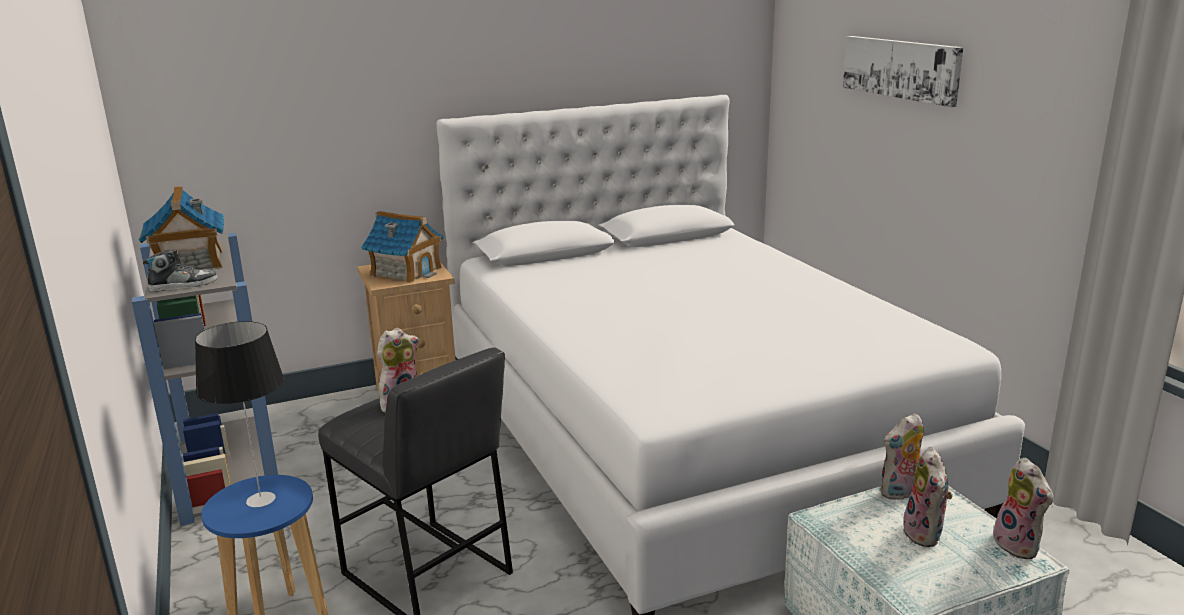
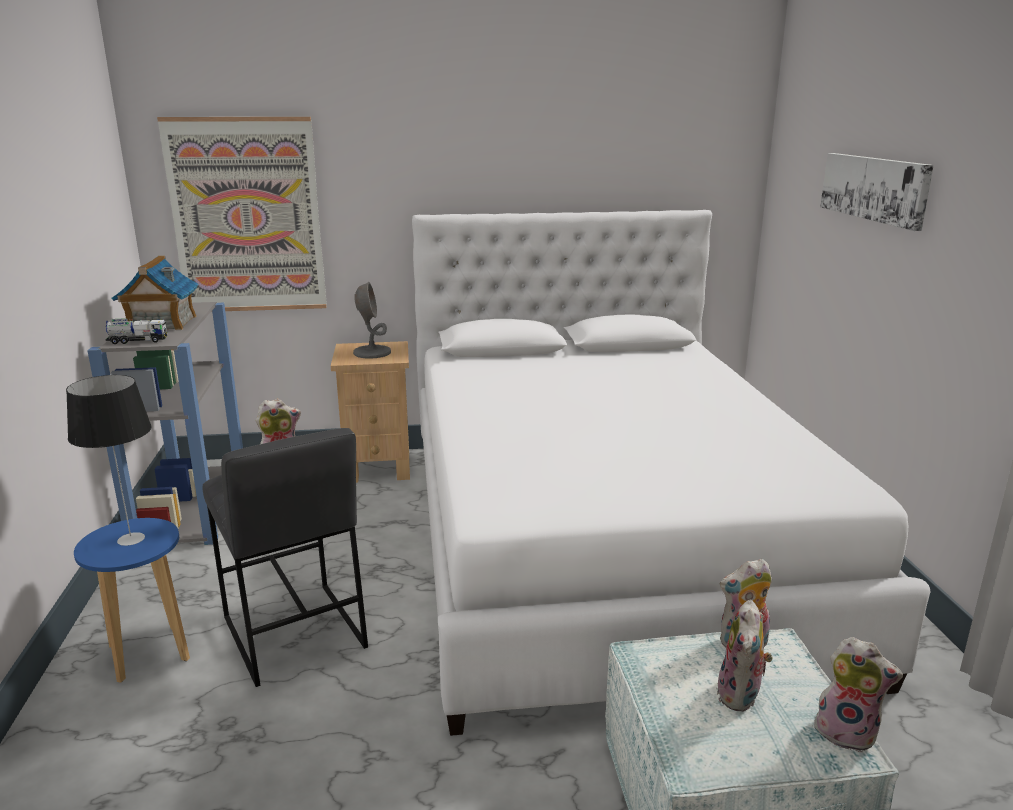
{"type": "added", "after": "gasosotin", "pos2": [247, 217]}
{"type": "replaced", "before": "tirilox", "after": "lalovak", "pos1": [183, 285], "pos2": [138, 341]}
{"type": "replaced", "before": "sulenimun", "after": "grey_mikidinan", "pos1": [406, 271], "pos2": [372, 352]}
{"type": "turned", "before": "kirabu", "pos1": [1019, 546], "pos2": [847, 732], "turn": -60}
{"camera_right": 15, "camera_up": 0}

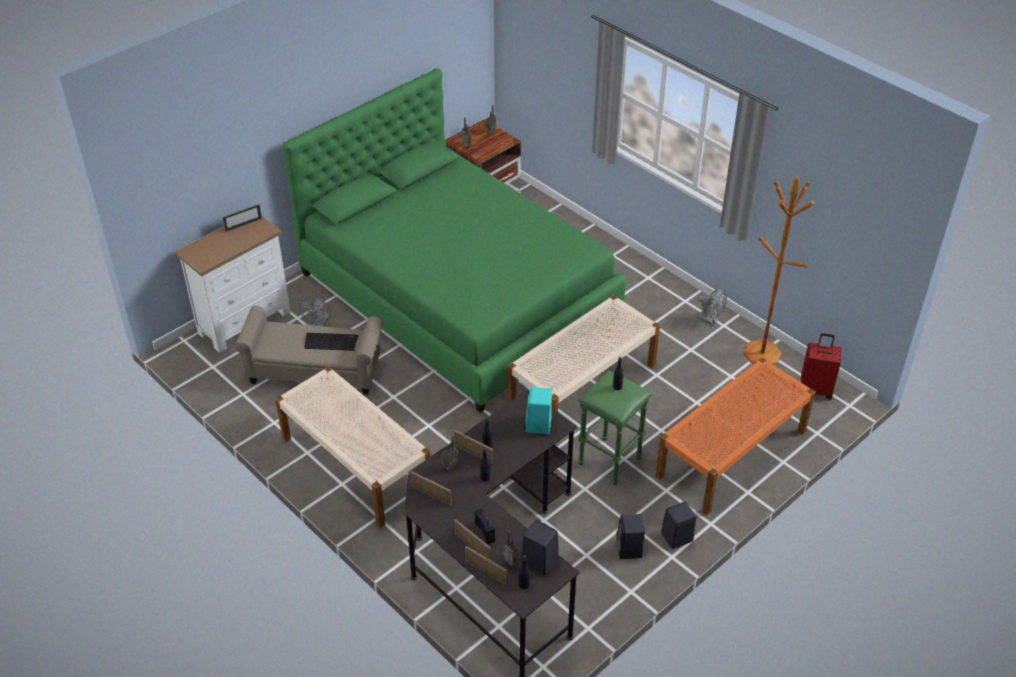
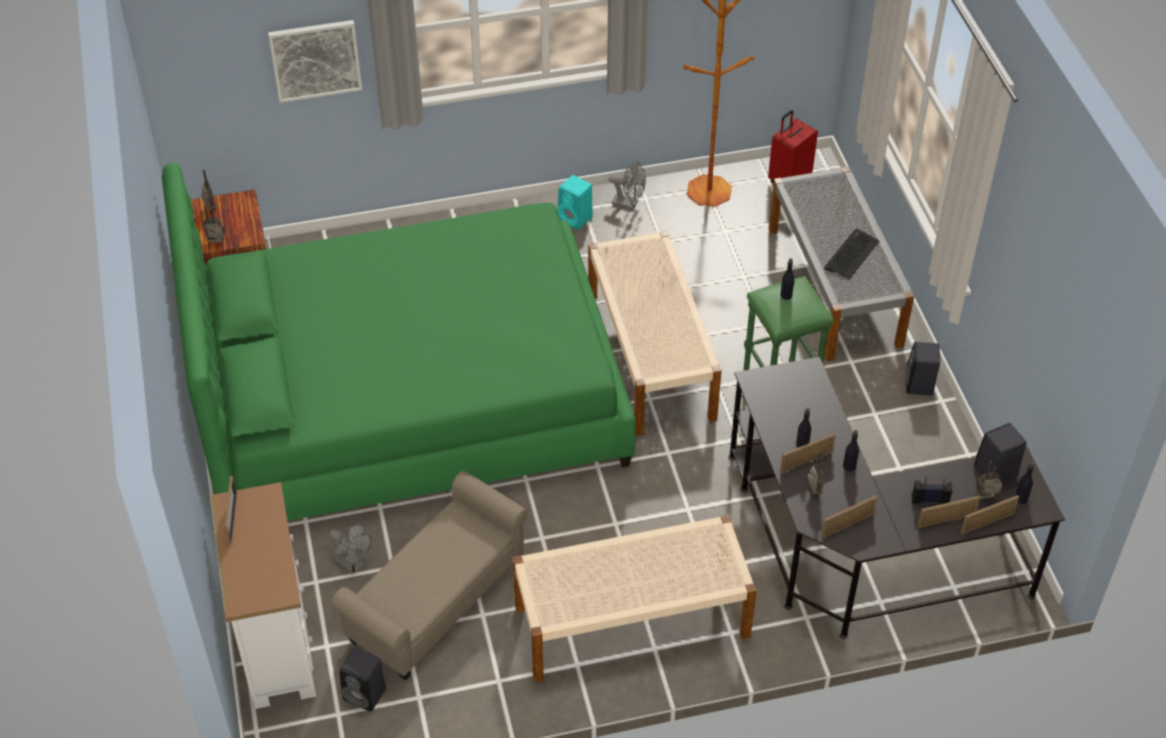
{"type": "added", "after": "gasosotin", "pos2": [315, 59]}
{"type": "moved", "before": "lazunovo", "pos1": [331, 342], "pos2": [851, 255]}
{"type": "moved", "before": "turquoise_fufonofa", "pos1": [539, 425], "pos2": [576, 219]}
{"type": "moved", "before": "black_fufonofa", "pos1": [629, 550], "pos2": [366, 694]}
{"type": "recoloured", "before": "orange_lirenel", "after": "grey_lirenel", "pos1": [732, 454], "pos2": [835, 286]}
{"type": "turned", "before": "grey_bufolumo", "pos1": [710, 320], "pos2": [629, 204], "turn": 45}
{"camera_right": -60, "camera_up": 5}

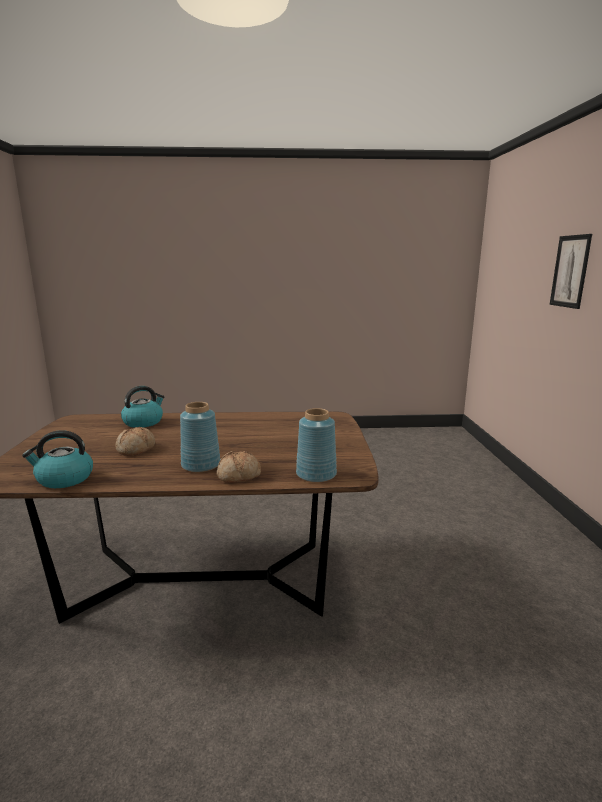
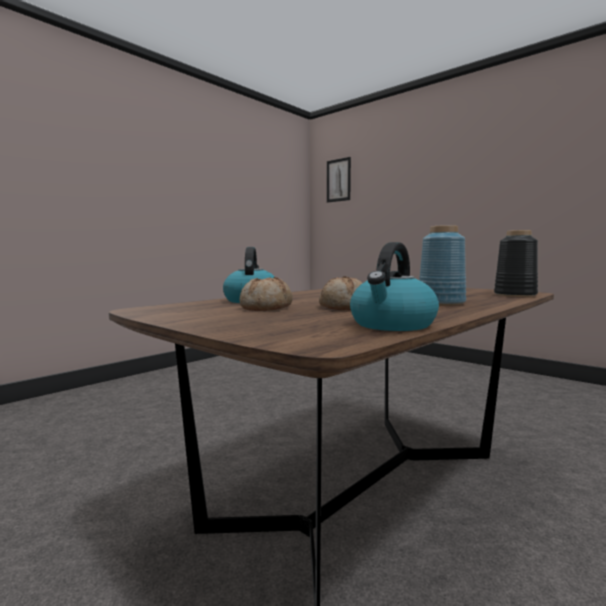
{"type": "moved", "before": "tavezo", "pos1": [238, 476], "pos2": [267, 308]}
{"type": "moved", "before": "gasosotin", "pos1": [570, 271], "pos2": [338, 180]}
{"type": "recoloured", "before": "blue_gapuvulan", "after": "black_gapuvulan", "pos1": [315, 474], "pos2": [514, 295]}
{"camera_right": -45, "camera_up": -10}

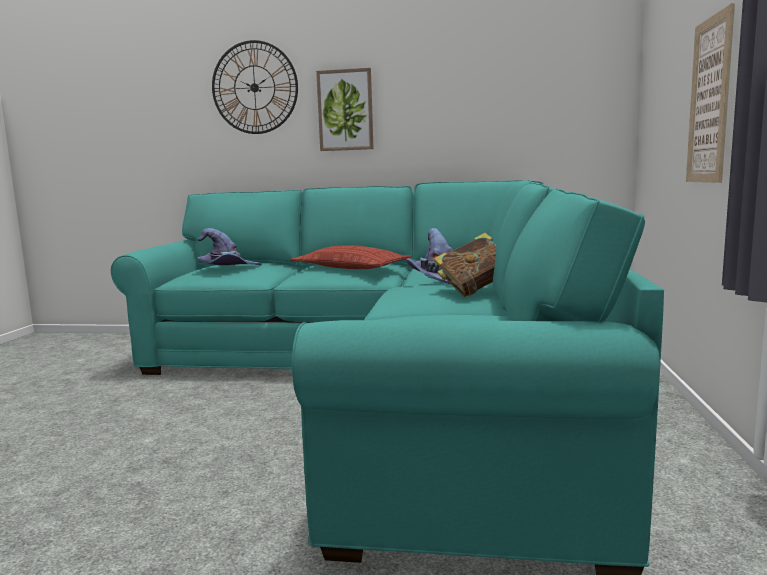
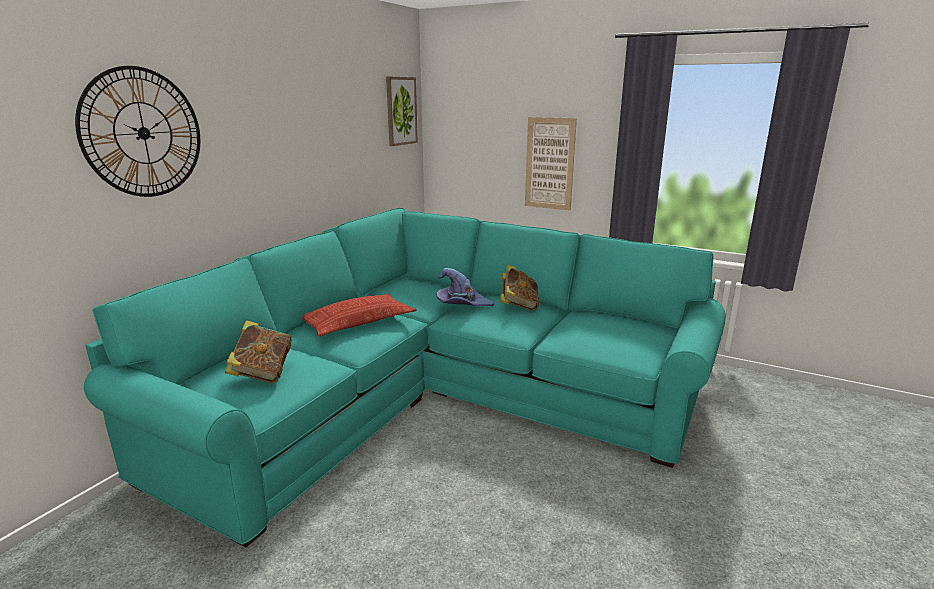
{"type": "moved", "before": "gasosotin", "pos1": [345, 110], "pos2": [401, 111]}
{"type": "replaced", "before": "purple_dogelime", "after": "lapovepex", "pos1": [227, 268], "pos2": [262, 373]}
{"camera_right": -70, "camera_up": 10}

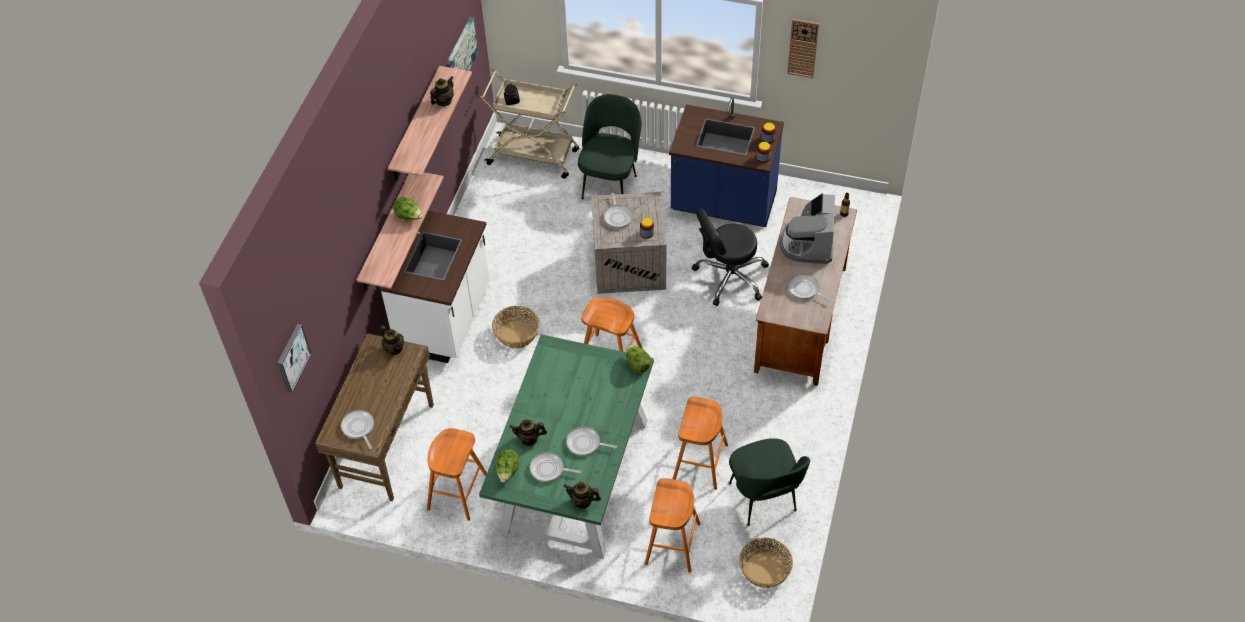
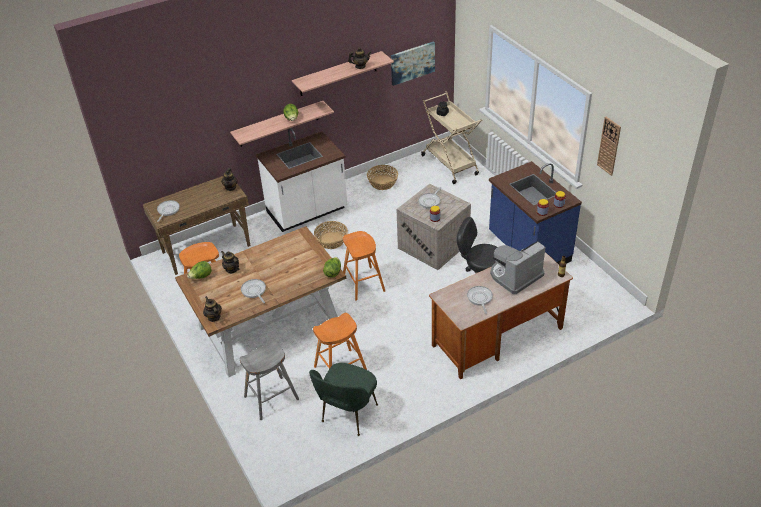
{"type": "removed", "before": "gasosotin", "pos1": [292, 357]}
{"type": "removed", "before": "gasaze", "pos1": [549, 469]}
{"type": "removed", "before": "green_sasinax", "pos1": [611, 184]}
{"type": "moved", "before": "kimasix", "pos1": [765, 570], "pos2": [382, 183]}
{"type": "recoloured", "before": "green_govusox", "after": "brown_govusox", "pos1": [574, 476], "pos2": [269, 326]}
{"type": "recoloured", "before": "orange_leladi", "after": "grey_leladi", "pos1": [672, 543], "pos2": [271, 398]}
{"camera_right": 45, "camera_up": -10}

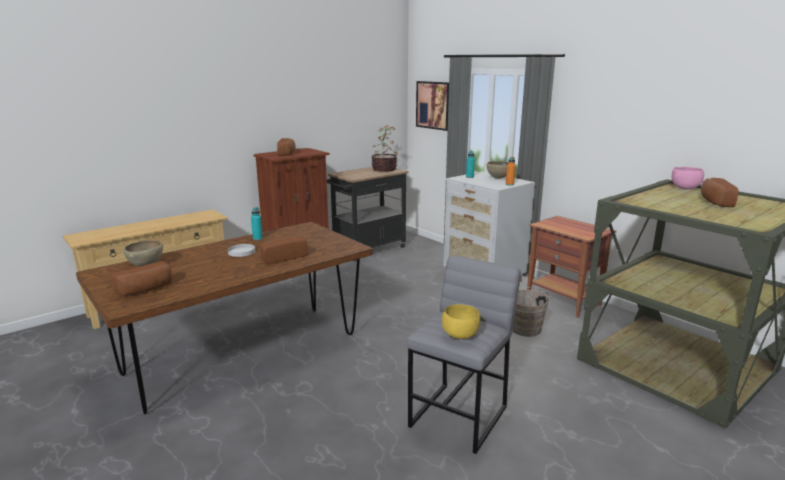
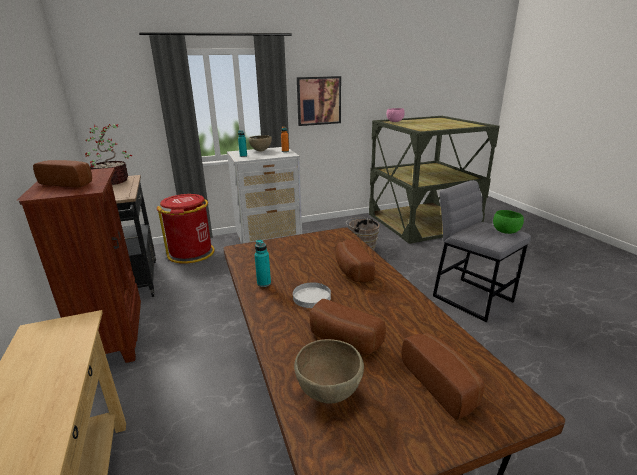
{"type": "removed", "before": "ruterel", "pos1": [564, 301]}
{"type": "added", "after": "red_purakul", "pos2": [191, 253]}
{"type": "moved", "before": "gasosotin", "pos1": [433, 105], "pos2": [318, 101]}
{"type": "moved", "before": "tavezo", "pos1": [713, 201], "pos2": [342, 341]}
{"type": "recoloured", "before": "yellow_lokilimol", "after": "green_lokilimol", "pos1": [460, 335], "pos2": [505, 232]}
{"camera_right": -70, "camera_up": 5}

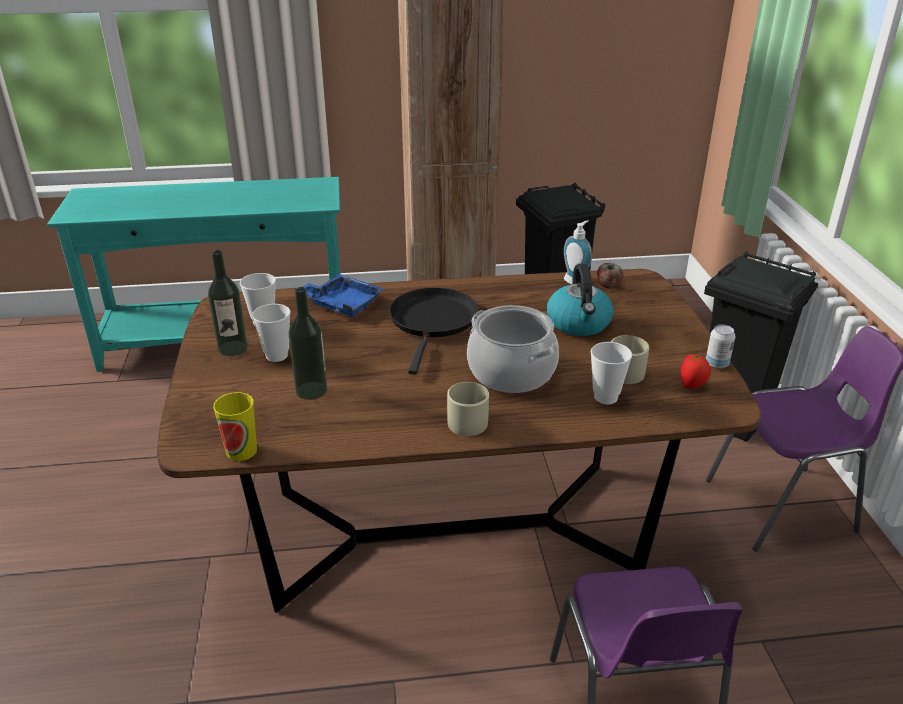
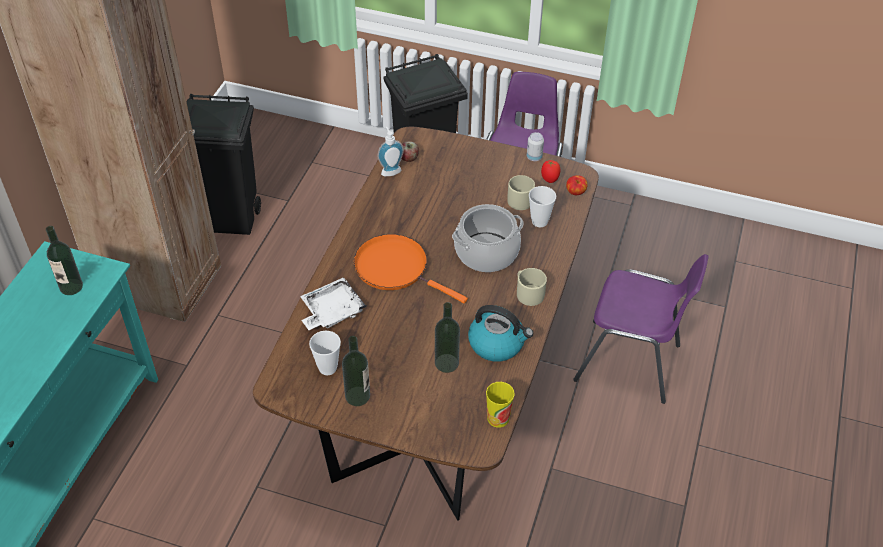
{"type": "removed", "before": "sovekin", "pos1": [277, 356]}
{"type": "added", "after": "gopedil", "pos2": [71, 287]}
{"type": "added", "after": "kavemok", "pos2": [575, 192]}
{"type": "moved", "before": "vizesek", "pos1": [579, 323], "pos2": [497, 344]}
{"type": "recoloured", "before": "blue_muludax", "after": "white_muludax", "pos1": [342, 304], "pos2": [331, 311]}
{"type": "recoloured", "before": "black_gasaze", "after": "orange_gasaze", "pos1": [433, 322], "pos2": [396, 268]}
{"camera_right": -65, "camera_up": 15}

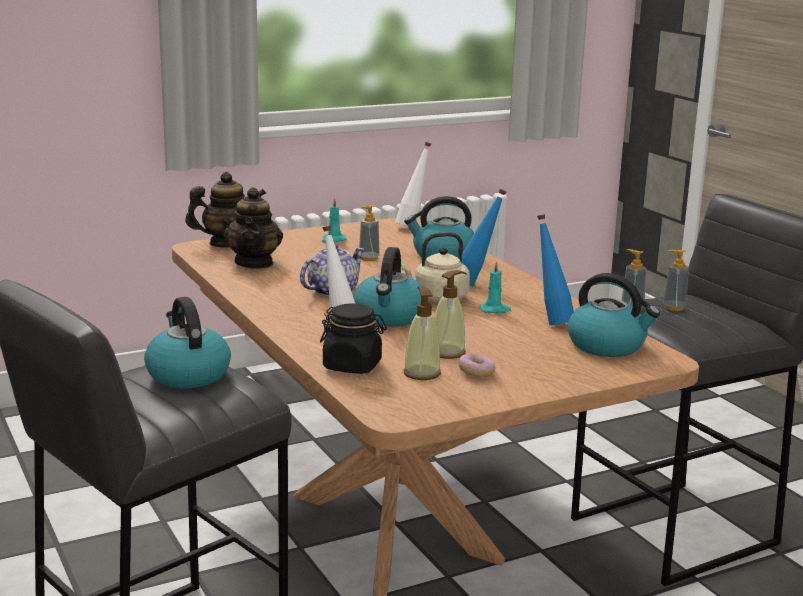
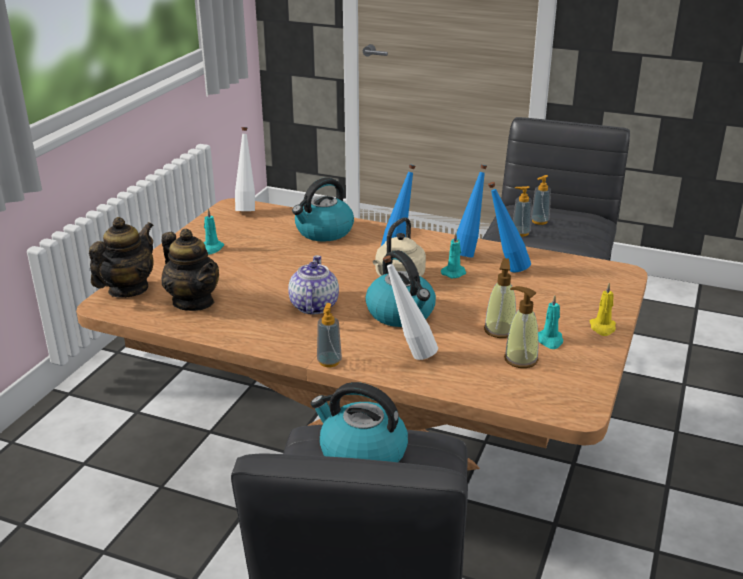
{"type": "removed", "before": "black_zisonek", "pos1": [352, 366]}
{"type": "removed", "before": "vizesek", "pos1": [607, 345]}
{"type": "added", "after": "blue_gopedil", "pos2": [469, 253]}
{"type": "added", "after": "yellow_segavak", "pos2": [602, 328]}
{"type": "moved", "before": "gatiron", "pos1": [369, 258], "pos2": [329, 362]}
{"type": "replaced", "before": "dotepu", "after": "turquoise_segavak", "pos1": [476, 373], "pos2": [550, 340]}
{"camera_right": -40, "camera_up": 10}

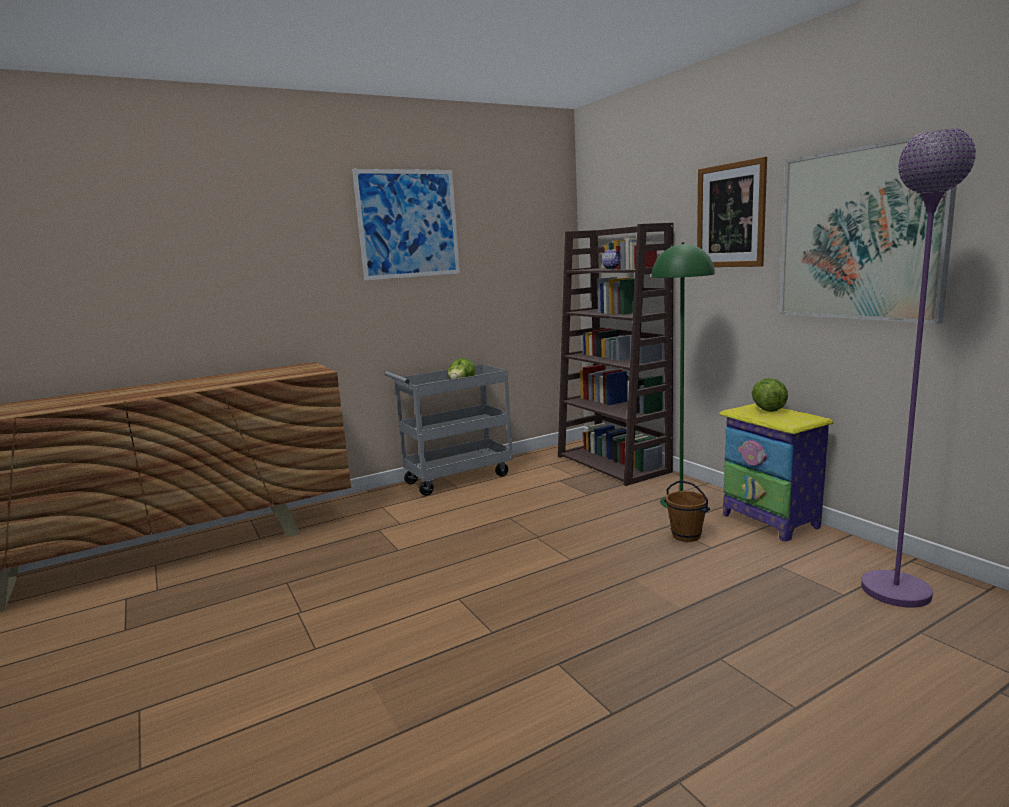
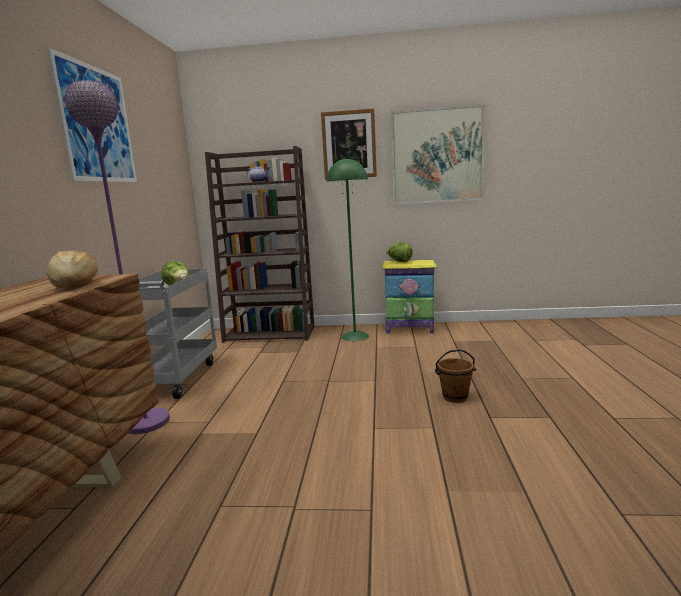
{"type": "added", "after": "tavezo", "pos2": [74, 285]}
{"type": "moved", "before": "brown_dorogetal", "pos1": [686, 536], "pos2": [455, 397]}
{"type": "moved", "before": "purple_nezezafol", "pos1": [895, 590], "pos2": [146, 422]}
{"camera_right": -55, "camera_up": 0}

